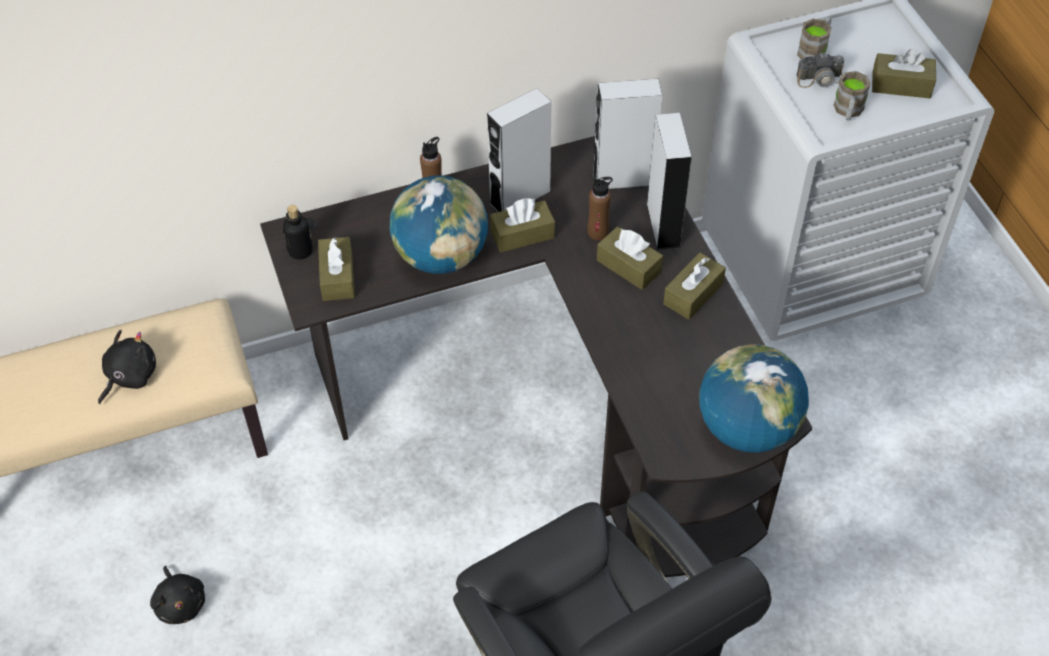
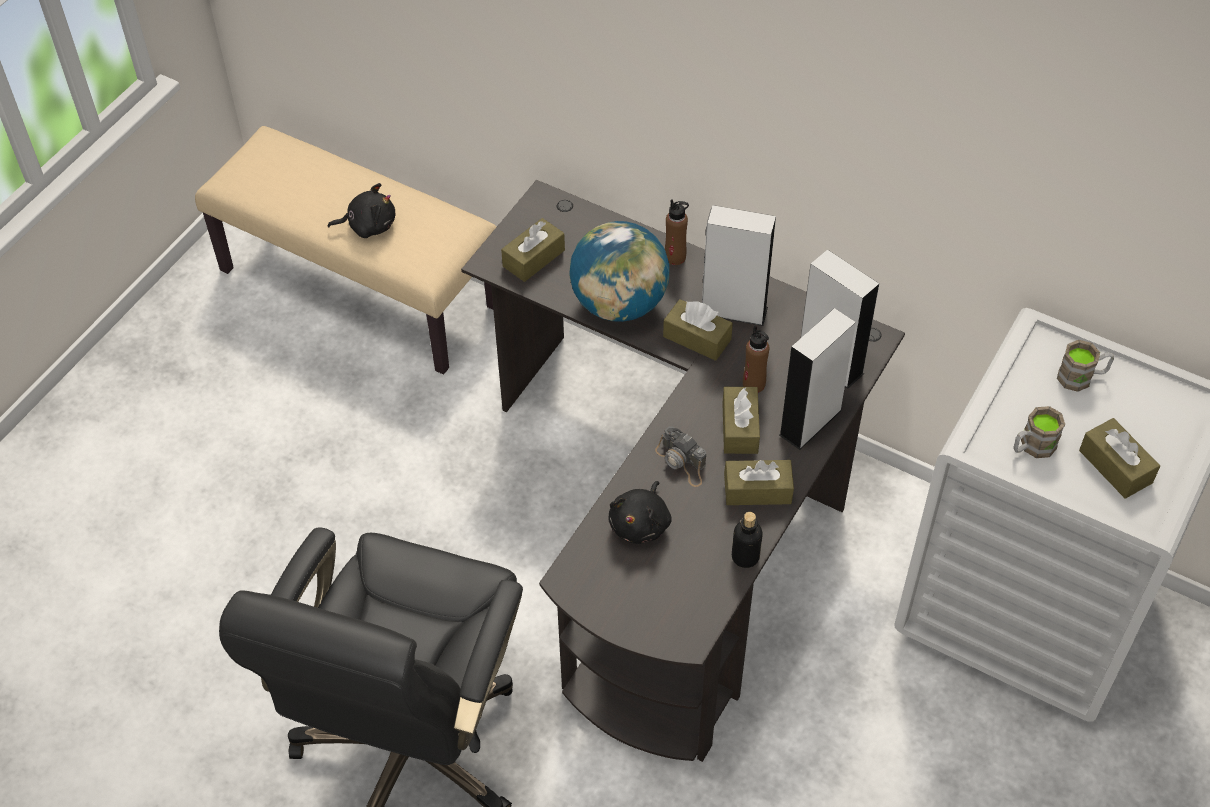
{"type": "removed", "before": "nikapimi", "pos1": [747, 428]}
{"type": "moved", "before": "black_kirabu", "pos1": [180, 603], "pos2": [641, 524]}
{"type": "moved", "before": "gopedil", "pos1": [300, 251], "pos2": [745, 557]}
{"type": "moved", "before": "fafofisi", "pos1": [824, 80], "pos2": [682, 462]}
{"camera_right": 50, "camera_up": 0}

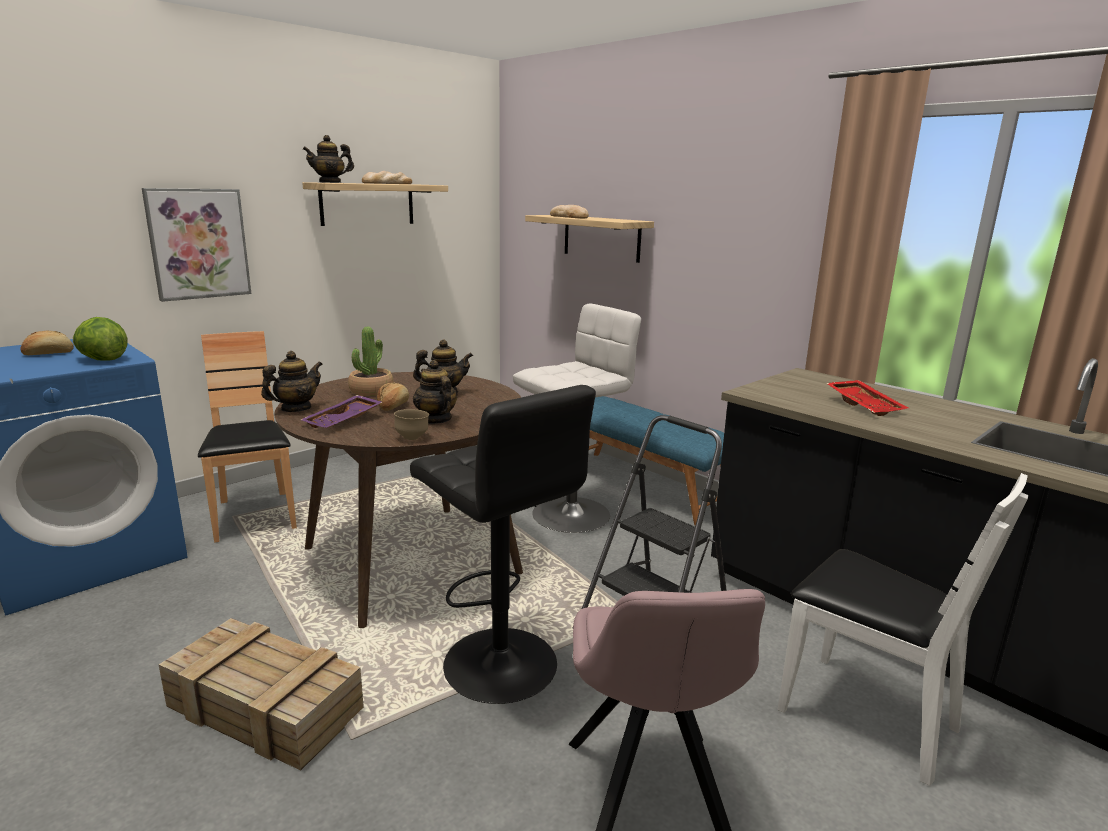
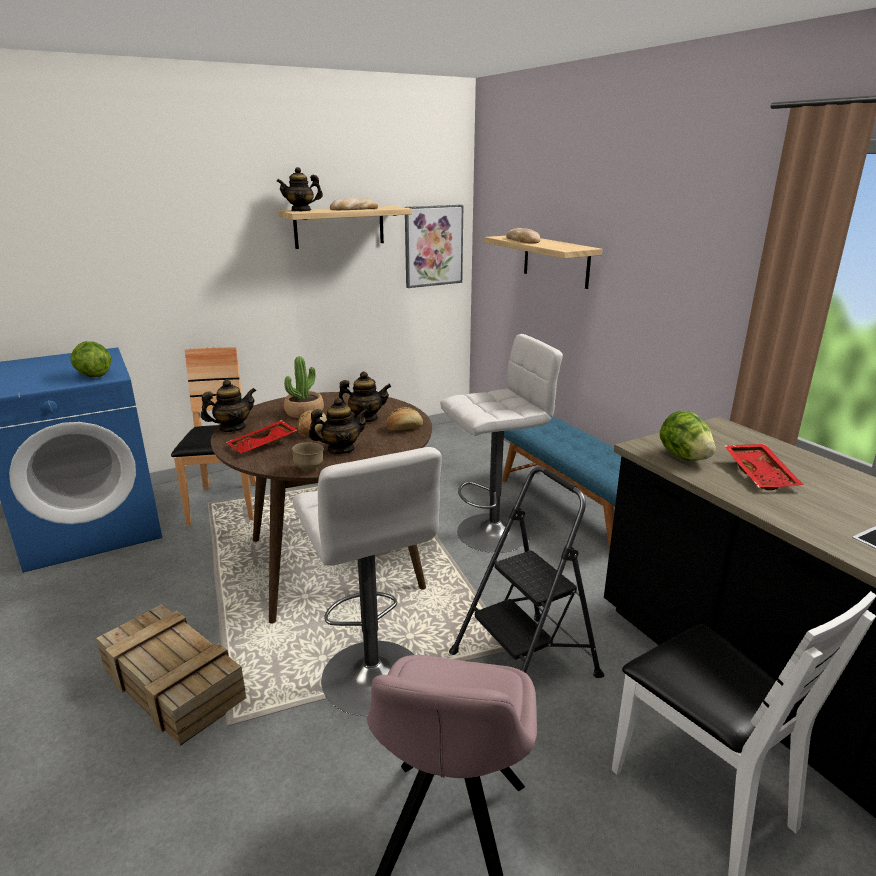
{"type": "added", "after": "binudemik", "pos2": [684, 457]}
{"type": "moved", "before": "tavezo", "pos1": [48, 354], "pos2": [404, 428]}
{"type": "moved", "before": "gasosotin", "pos1": [198, 244], "pos2": [433, 246]}
{"type": "recoloured", "before": "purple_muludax", "after": "red_muludax", "pos1": [344, 421], "pos2": [263, 445]}
{"type": "recoloured", "before": "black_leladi", "after": "white_leladi", "pos1": [500, 665], "pos2": [371, 678]}
{"type": "turned", "before": "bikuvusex", "pos1": [435, 419], "pos2": [340, 449], "turn": 90}
{"camera_right": 15, "camera_up": 5}

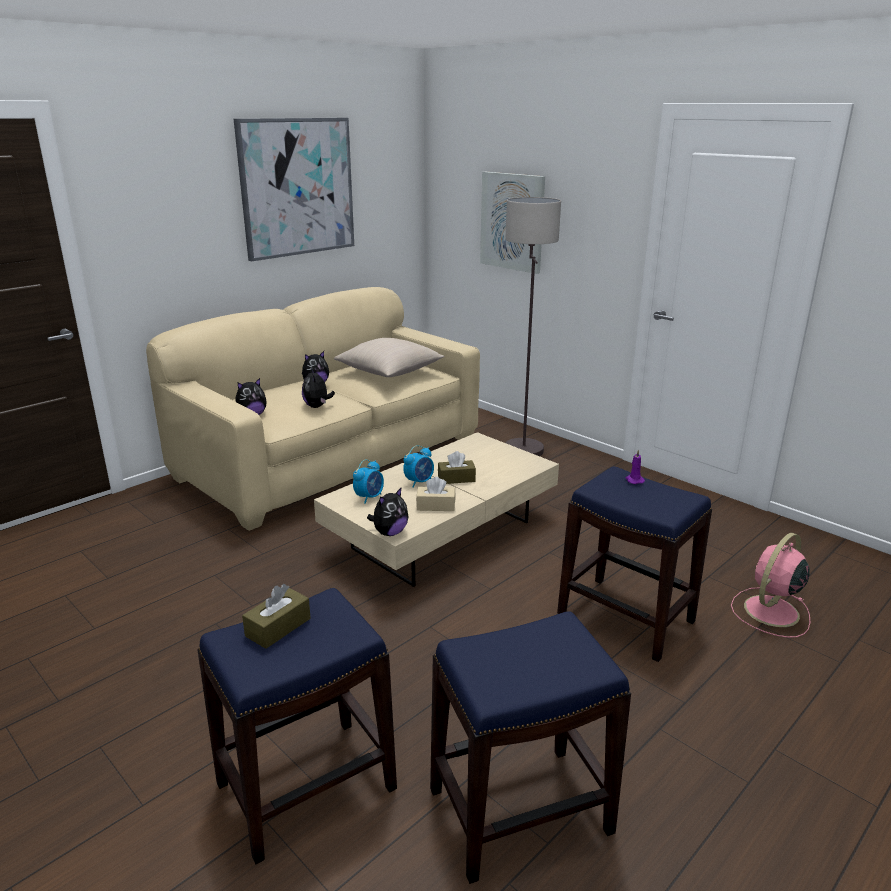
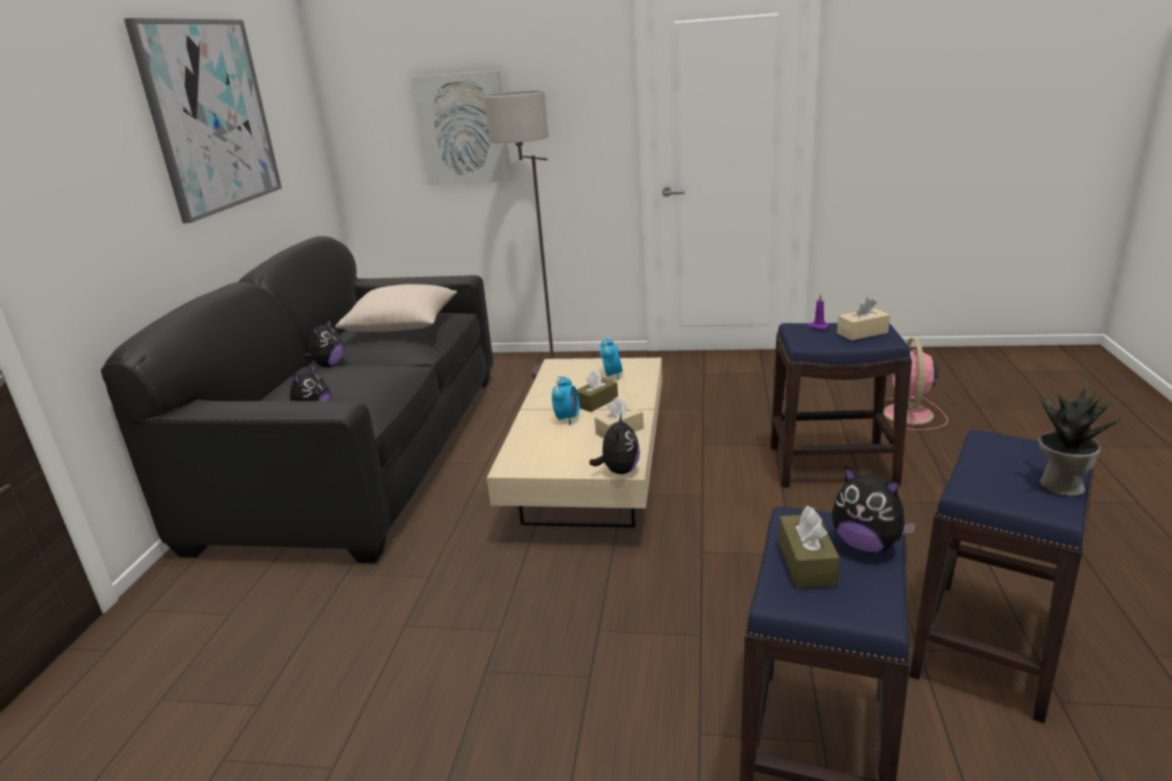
{"type": "added", "after": "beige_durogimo", "pos2": [862, 333]}
{"type": "added", "after": "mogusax", "pos2": [1059, 485]}
{"type": "moved", "before": "kirabu", "pos1": [317, 406], "pos2": [867, 545]}
{"type": "moved", "before": "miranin", "pos1": [369, 497], "pos2": [612, 375]}
{"type": "recoloured", "before": "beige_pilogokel", "after": "black_pilogokel", "pos1": [331, 458], "pos2": [363, 453]}
{"camera_right": -35, "camera_up": 0}

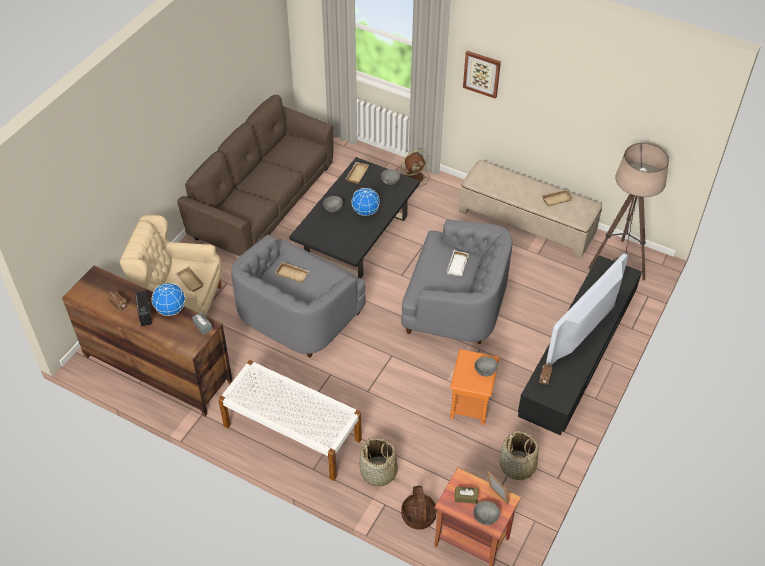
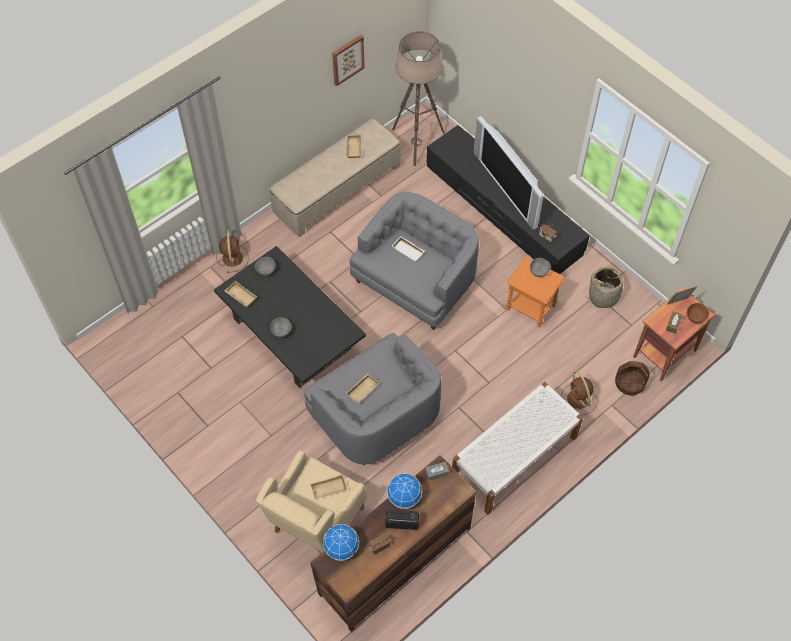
{"type": "removed", "before": "brown_pilogokel", "pos1": [263, 202]}
{"type": "moved", "before": "nikapimi", "pos1": [366, 211], "pos2": [341, 548]}
{"type": "moved", "before": "gasosotin", "pos1": [482, 73], "pos2": [347, 59]}
{"type": "replaced", "before": "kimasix", "after": "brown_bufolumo", "pos1": [378, 472], "pos2": [578, 400]}
{"type": "recoloured", "before": "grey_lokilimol", "after": "brown_lokilimol", "pos1": [486, 518], "pos2": [696, 317]}
{"camera_right": -70, "camera_up": 10}

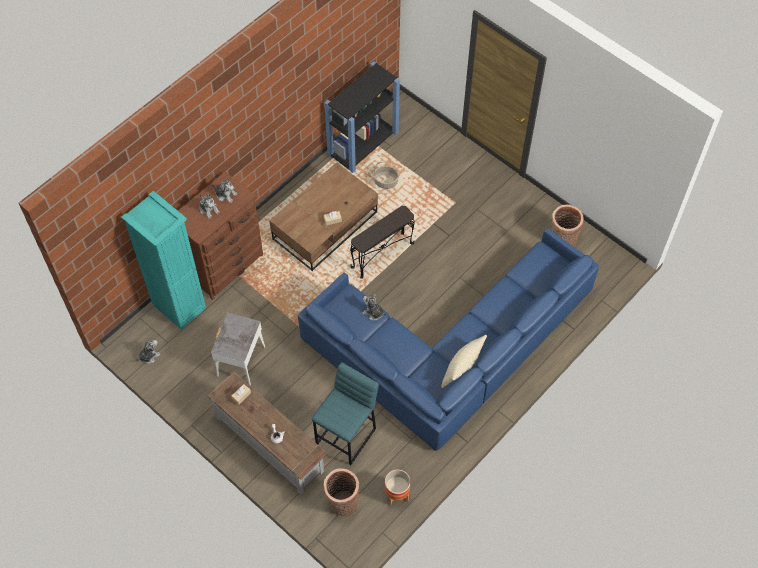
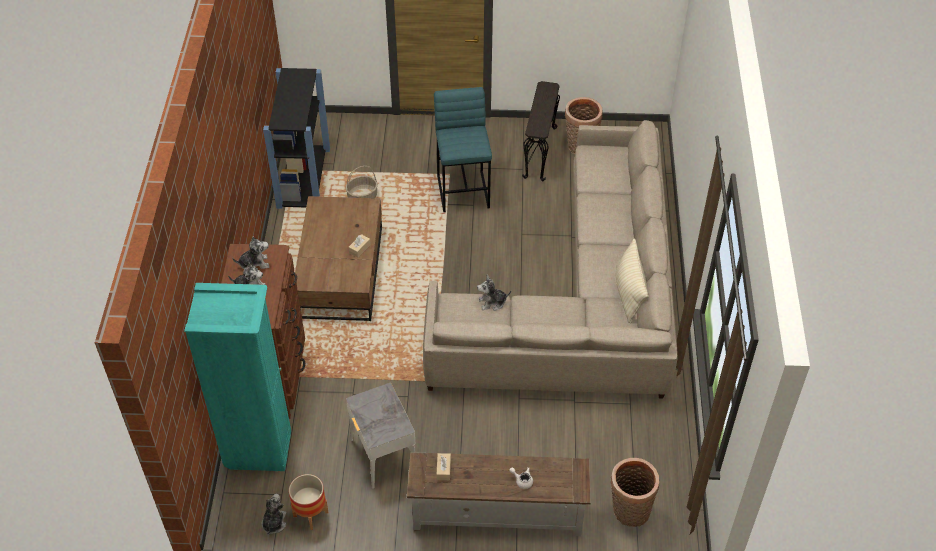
{"type": "moved", "before": "turquoise_leladi", "pos1": [346, 435], "pos2": [463, 190]}
{"type": "moved", "before": "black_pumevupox", "pos1": [382, 255], "pos2": [539, 153]}
{"type": "moved", "before": "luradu", "pos1": [397, 494], "pos2": [311, 514]}
{"type": "recoloured", "before": "blue_pilogokel", "after": "beige_pilogokel", "pos1": [450, 350], "pos2": [581, 301]}
{"camera_right": -40, "camera_up": -10}

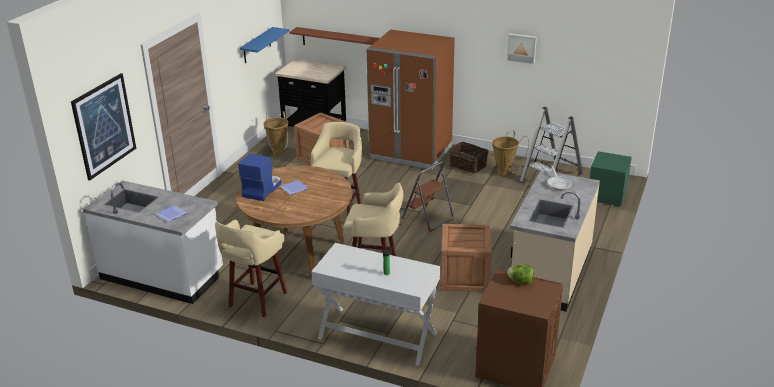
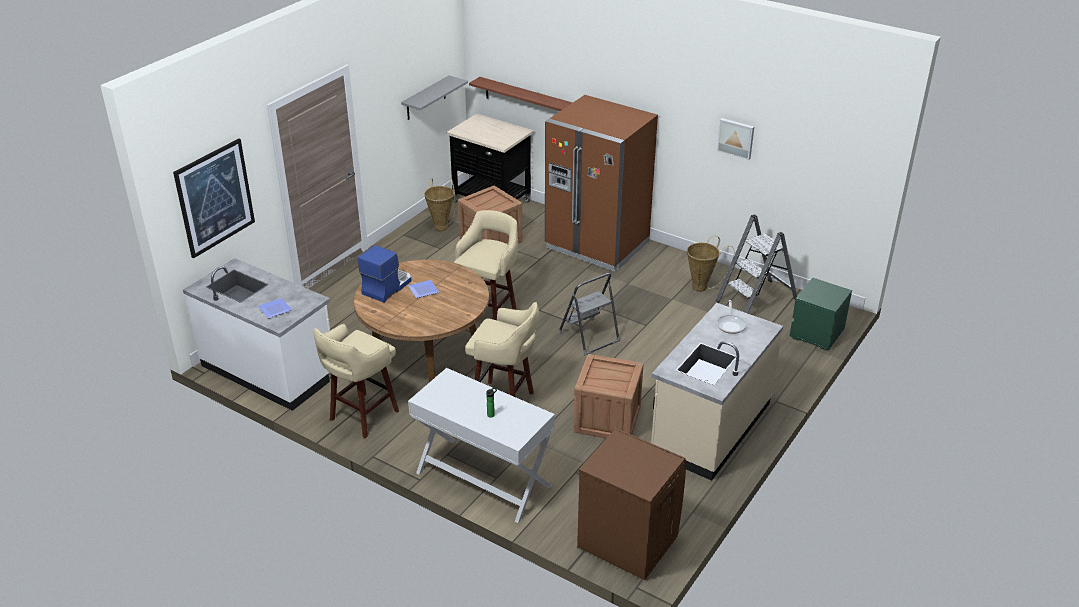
{"type": "removed", "before": "kimasix", "pos1": [468, 166]}
{"type": "removed", "before": "binudemik", "pos1": [520, 281]}
{"type": "recoloured", "before": "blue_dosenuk", "after": "grey_dosenuk", "pos1": [257, 45], "pos2": [426, 98]}
{"type": "recoloured", "before": "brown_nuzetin", "after": "grey_nuzetin", "pos1": [429, 219], "pos2": [589, 337]}
{"camera_right": 10, "camera_up": 5}

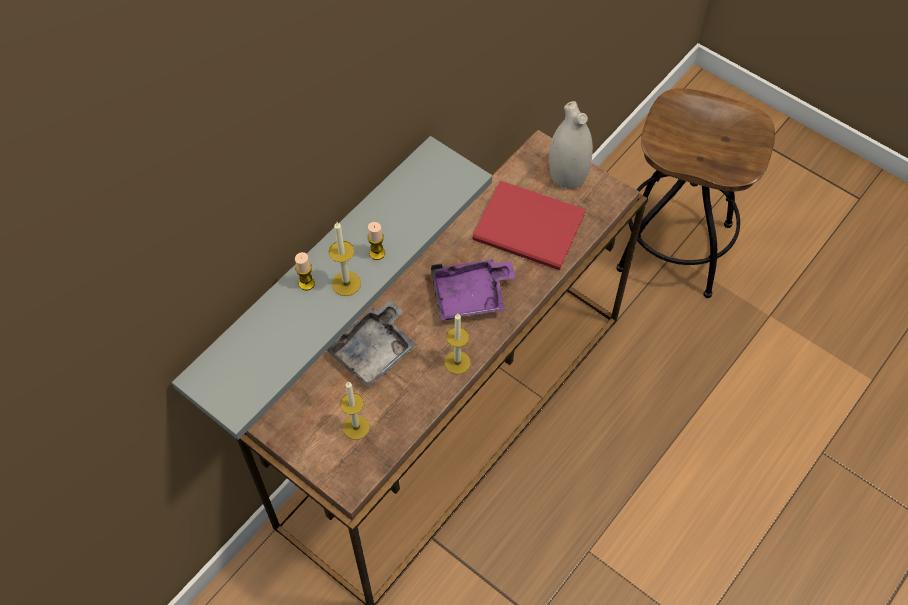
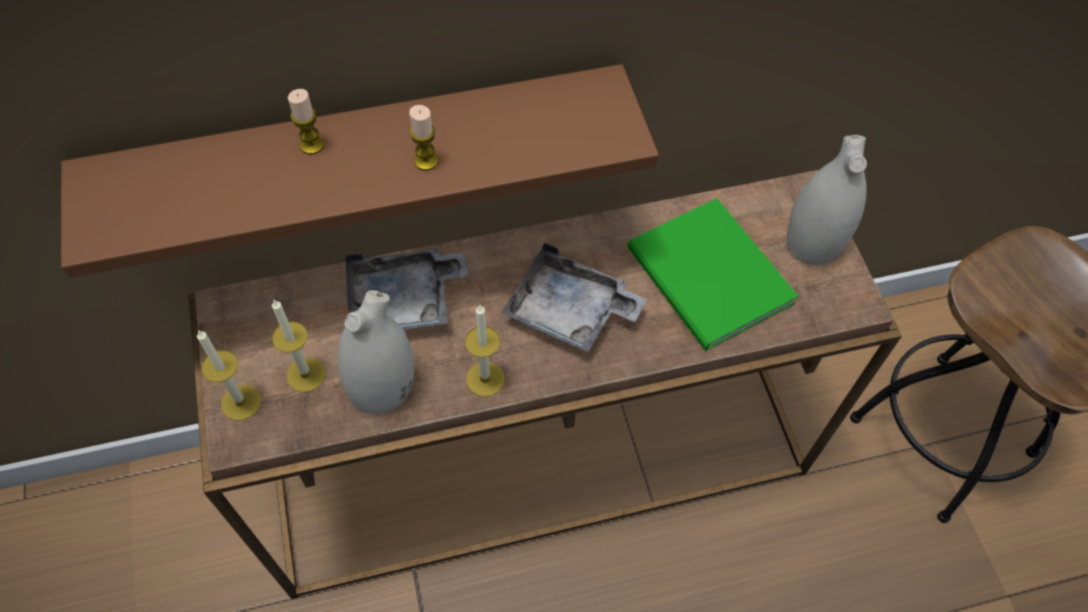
{"type": "added", "after": "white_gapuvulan", "pos2": [382, 387]}
{"type": "moved", "before": "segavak", "pos1": [346, 283], "pos2": [241, 402]}
{"type": "recoloured", "before": "grey_dosenuk", "after": "brown_dosenuk", "pos1": [314, 274], "pos2": [362, 153]}
{"type": "recoloured", "before": "purple_muludax", "after": "grey_muludax", "pos1": [471, 296], "pos2": [569, 311]}
{"type": "recoloured", "before": "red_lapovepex", "after": "green_lapovepex", "pos1": [530, 230], "pos2": [709, 280]}
{"camera_right": 35, "camera_up": 0}

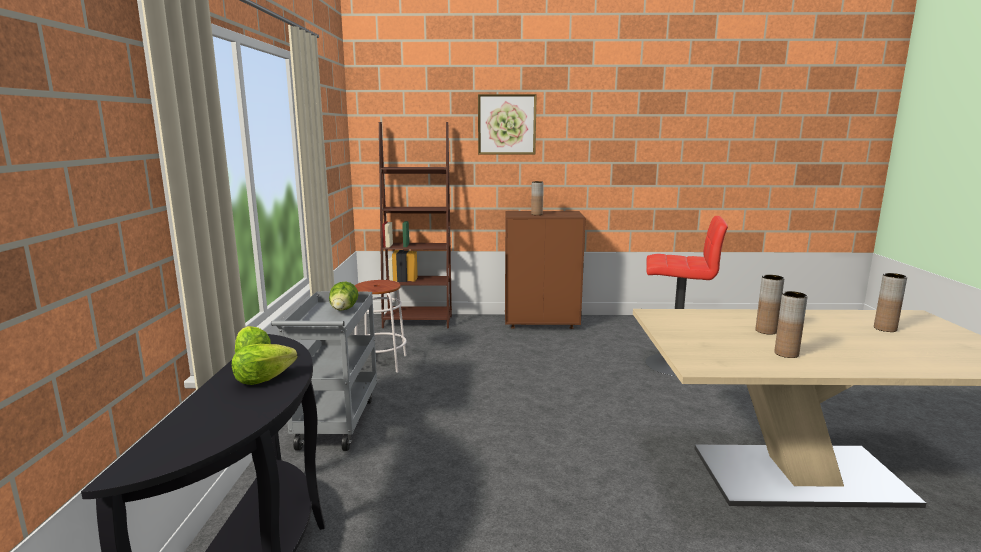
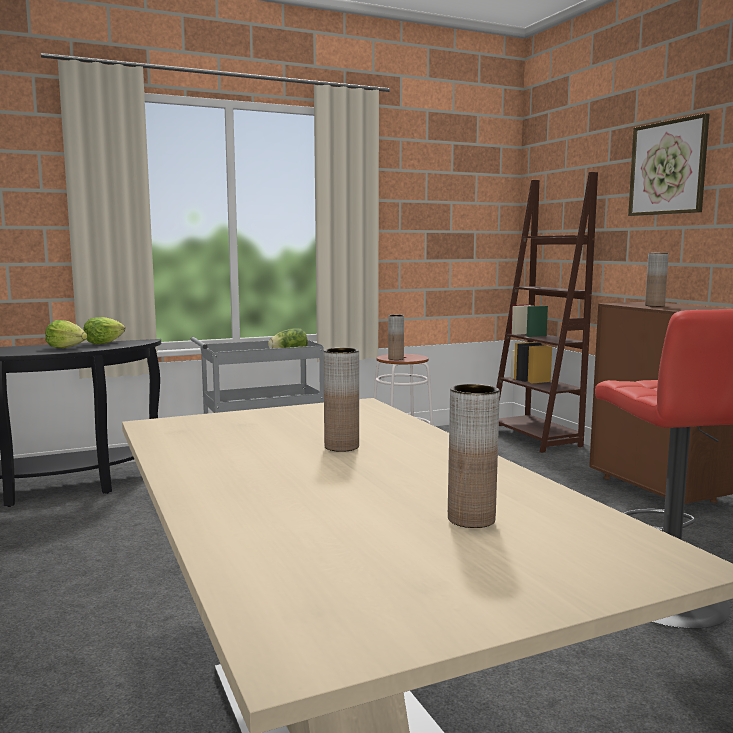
{"type": "moved", "before": "brown_gapuvulan", "pos1": [786, 354], "pos2": [396, 359]}
{"camera_right": 65, "camera_up": -5}

